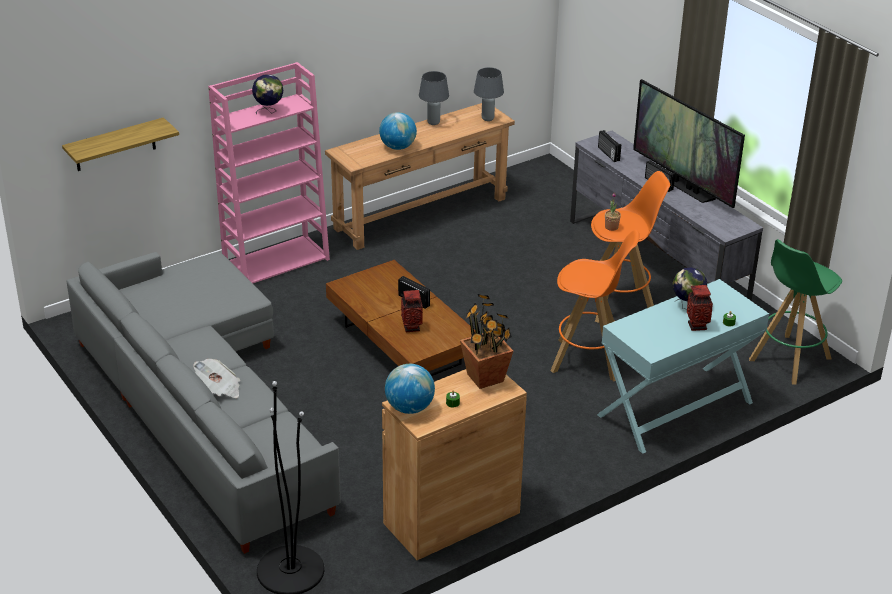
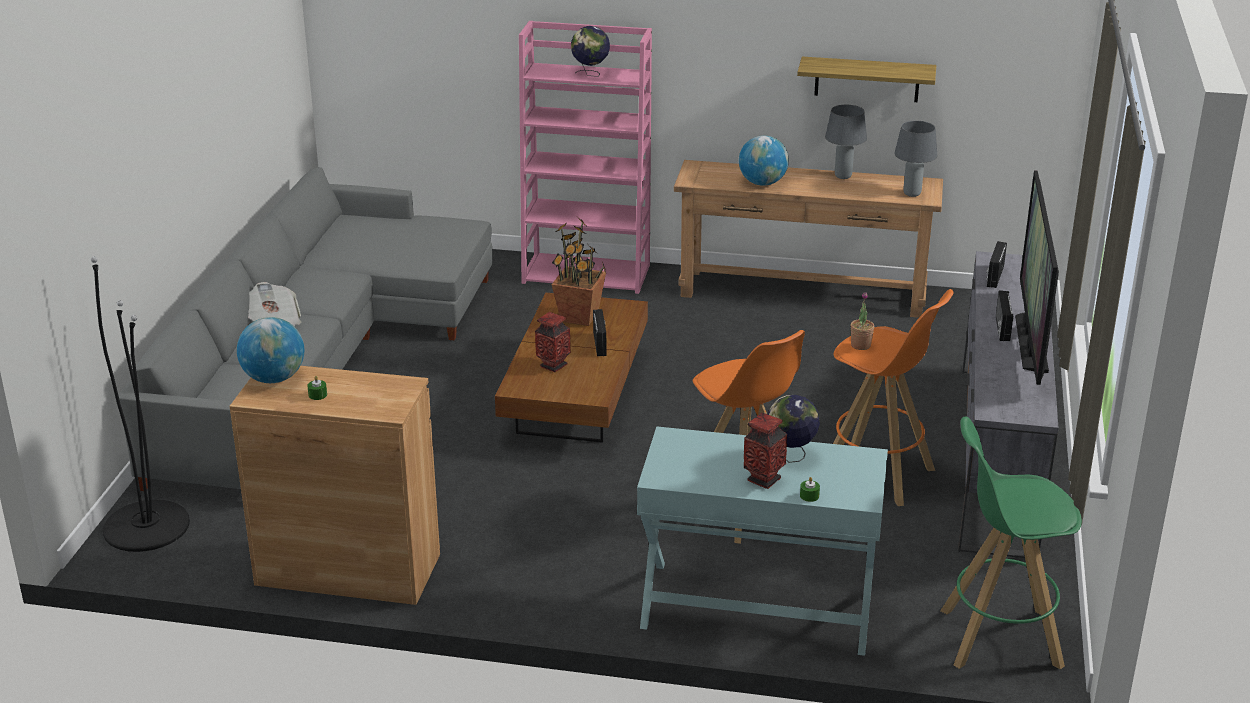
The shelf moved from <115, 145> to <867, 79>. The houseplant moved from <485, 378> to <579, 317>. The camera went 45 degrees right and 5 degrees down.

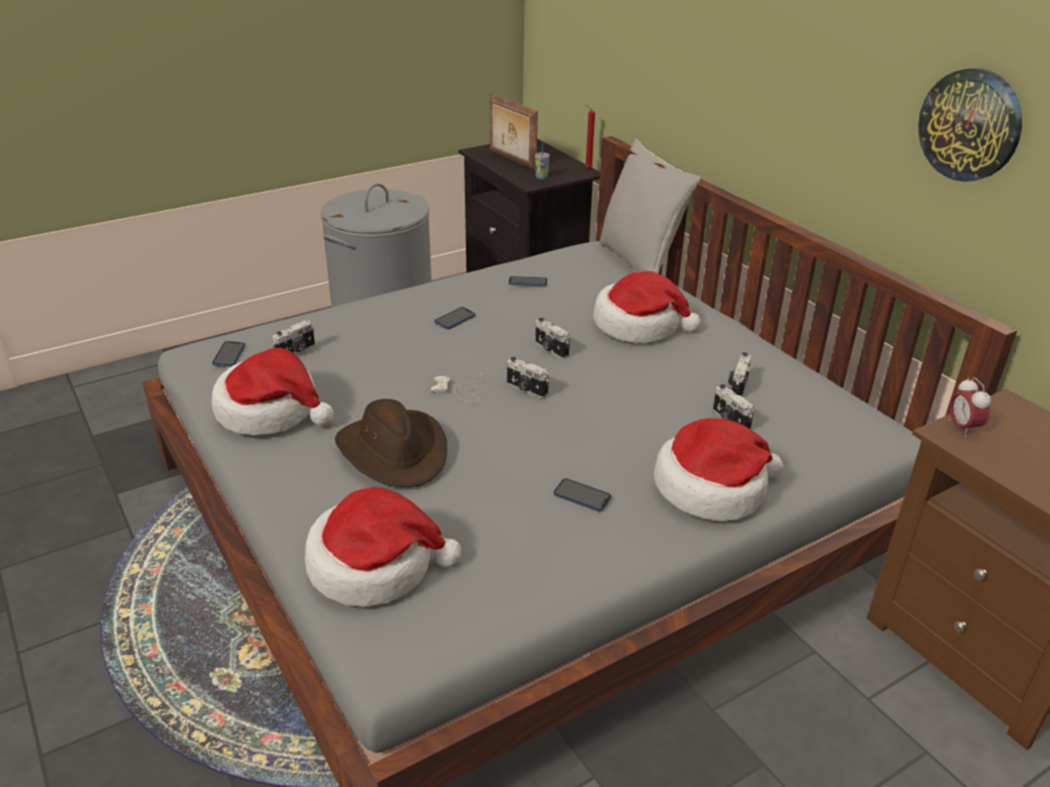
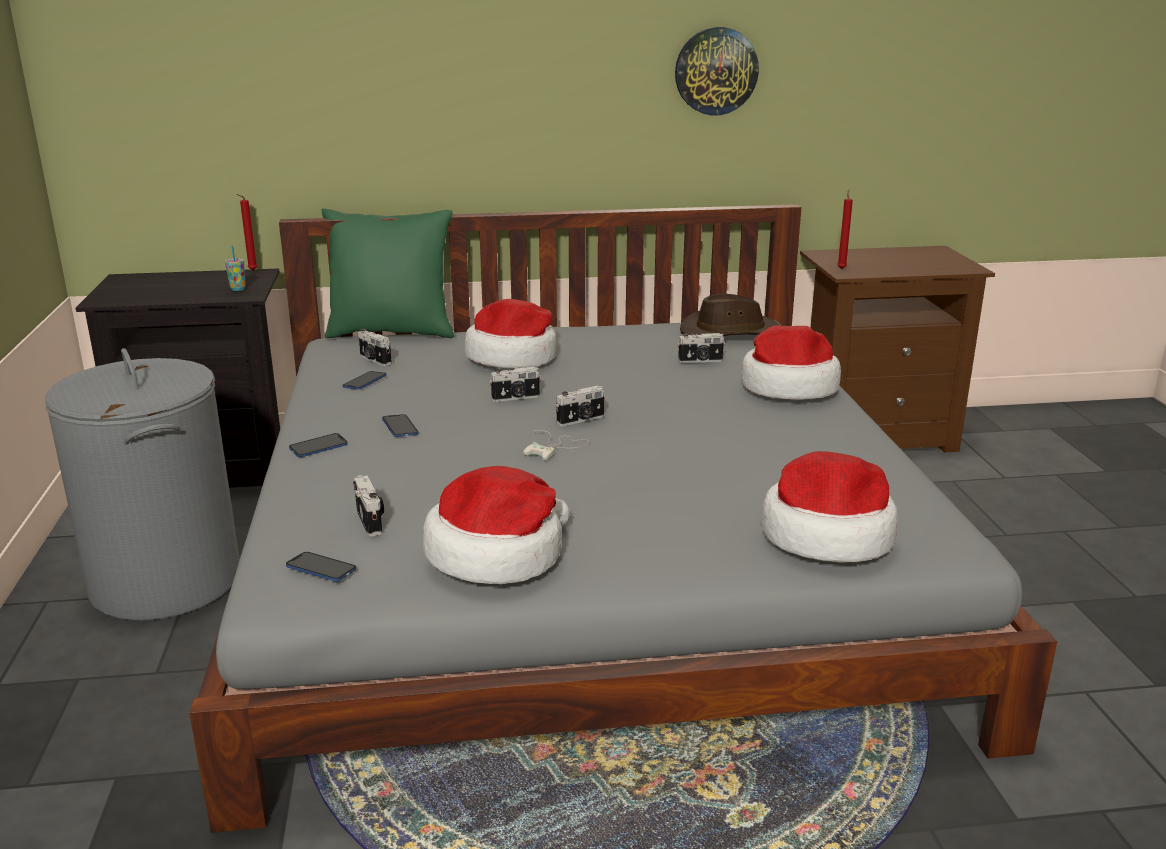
The brown wearable hat moved from <394, 451> to <730, 332>. The standing frame at <511, 160> disappeared. The phone moved from <582, 496> to <318, 447>. The gray throw pillow at <640, 262> became the green-coloured throw pillow at <392, 332>. The photo camera moved from <737, 387> to <374, 360>. The alarm clock at <962, 428> was replaced by the reddish candle at <841, 268>. The camera went 65 degrees left and 10 degrees down.

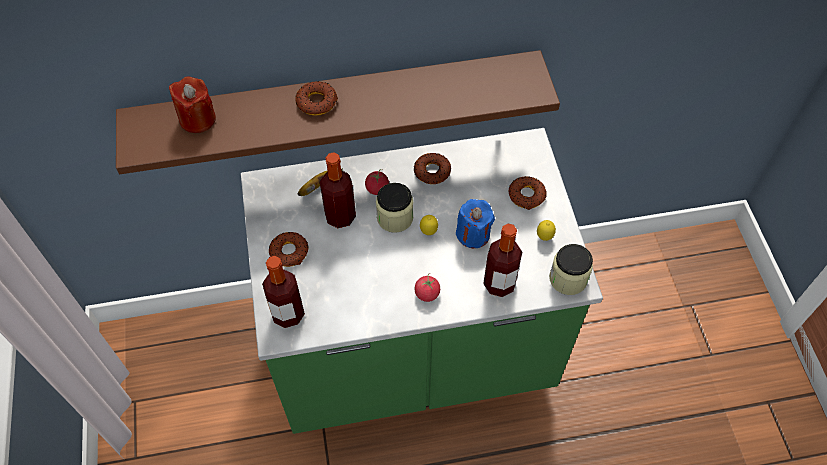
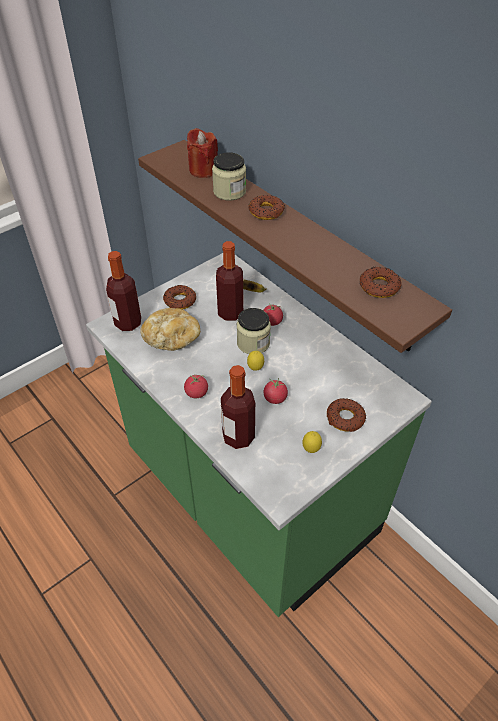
The doughnut moved from <432, 171> to <379, 286>. The blue candle at <473, 234> was replaced by the fresh tomato at <275, 398>. The preserve jar moved from <568, 279> to <229, 192>. The bread at <172, 338> appeared. The camera went 60 degrees right and 10 degrees down.

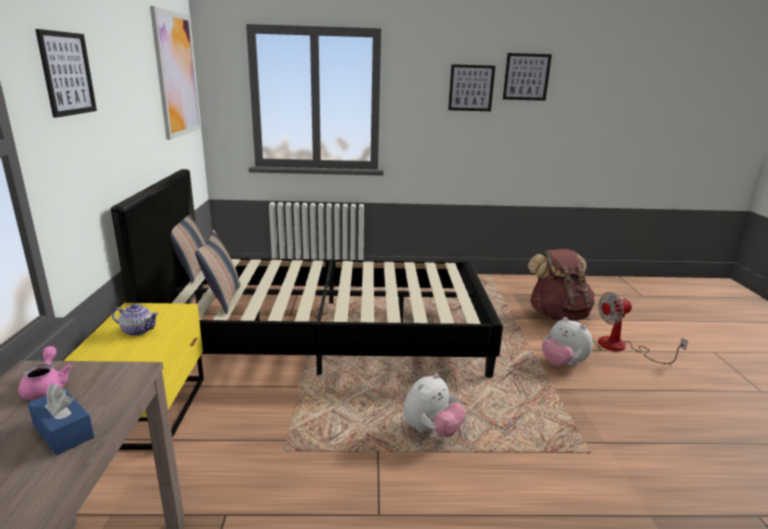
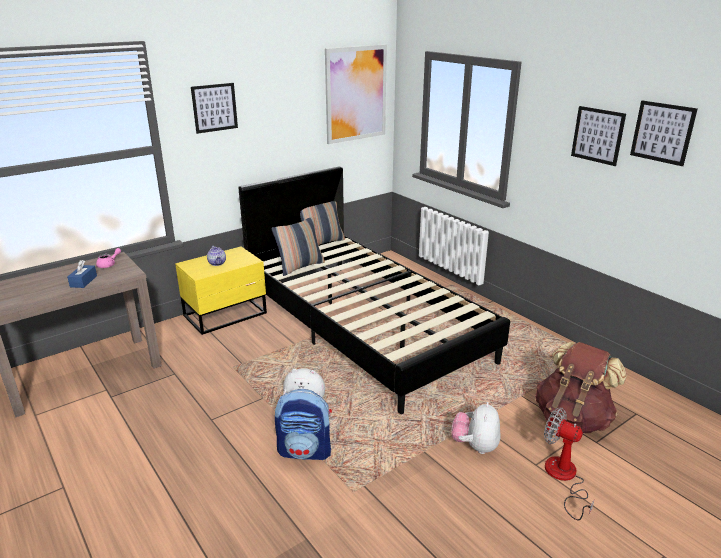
The backpack at <305, 451> appeared. The camera went 55 degrees right and 5 degrees up.

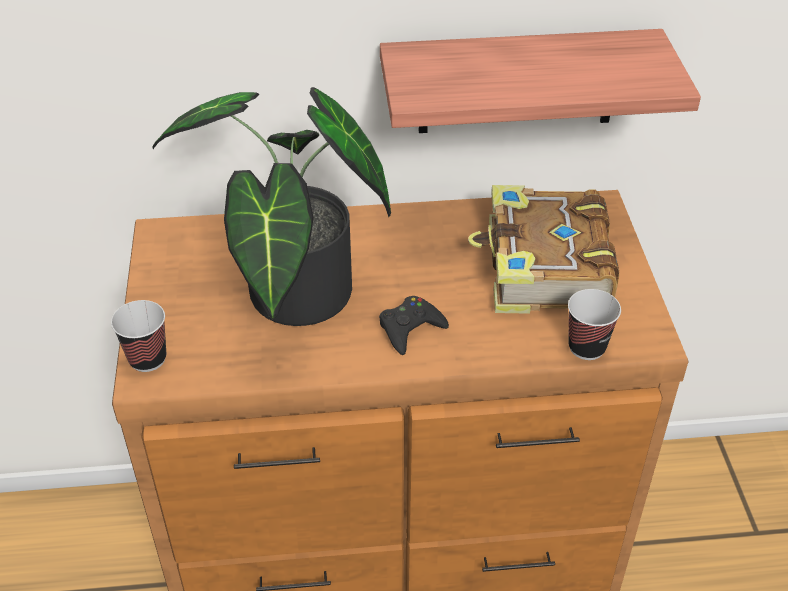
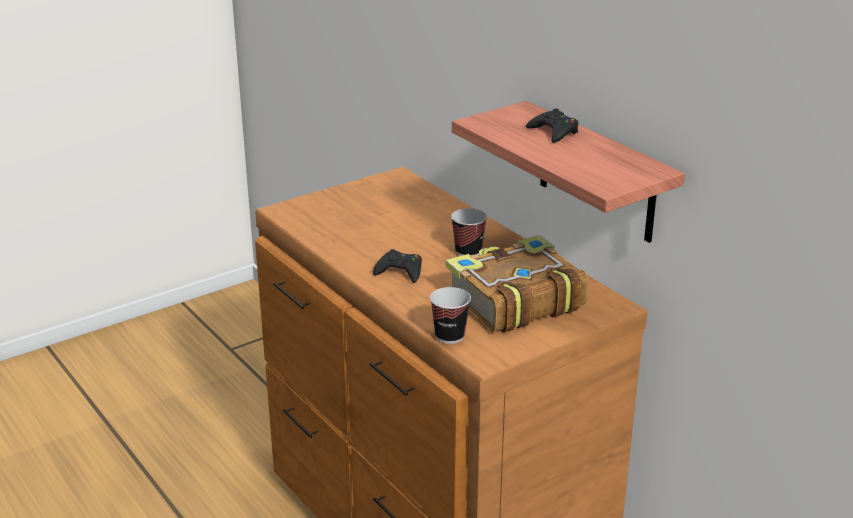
The cup moved from <147, 359> to <468, 251>. The houseplant at <292, 300> disappeared. The blackish game controller at <554, 132> appeared. The camera went 60 degrees right and 15 degrees down.

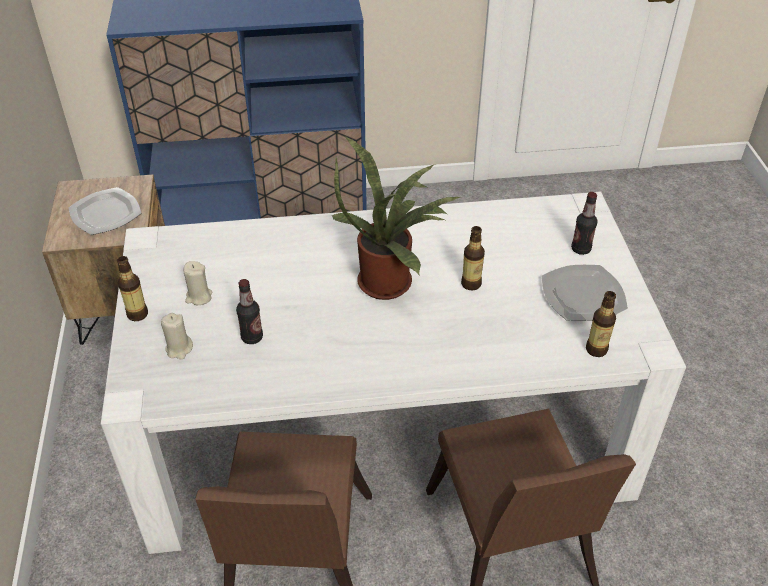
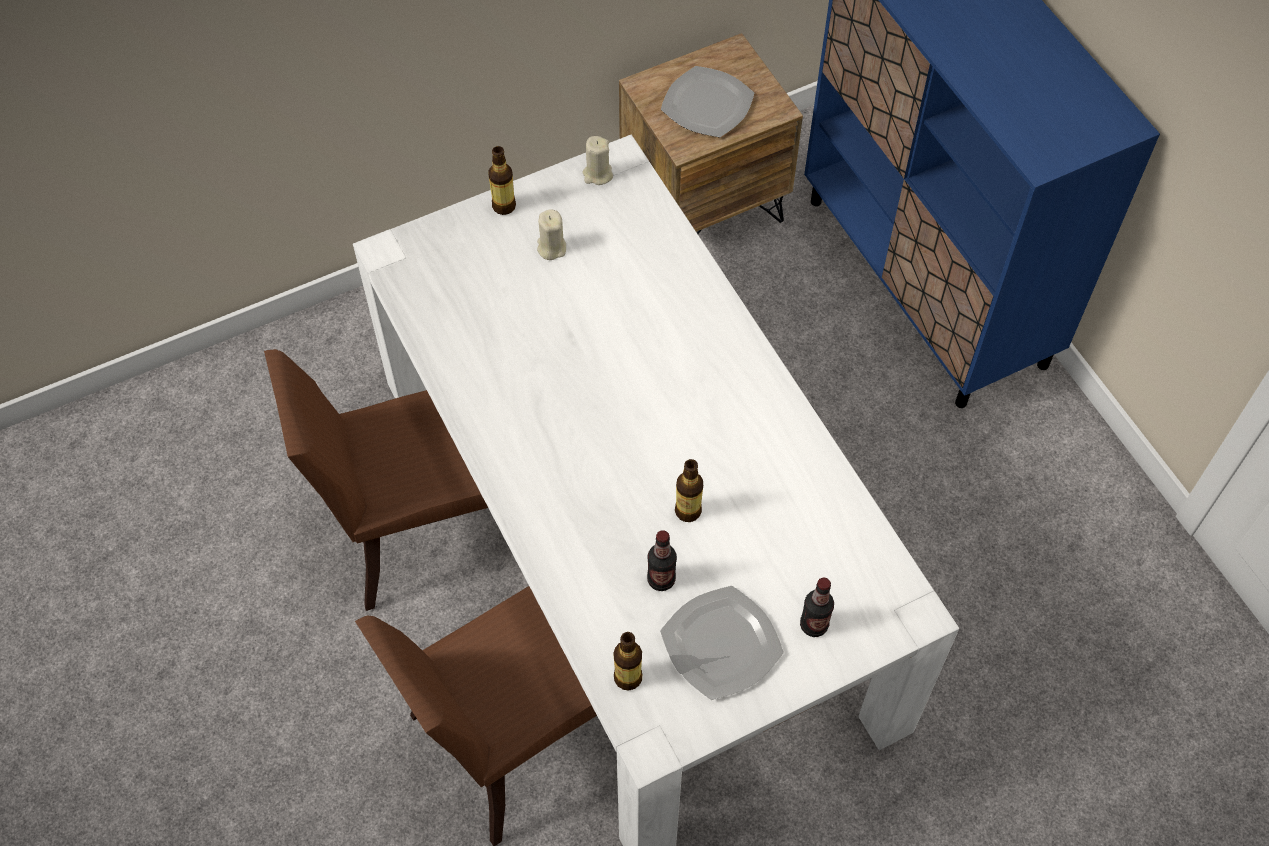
The beige-coloured candle moved from <179, 349> to <597, 174>. The drink bottle moved from <252, 337> to <661, 579>. The houseplant at <390, 281> disappeared. The camera went 70 degrees right and 15 degrees up.

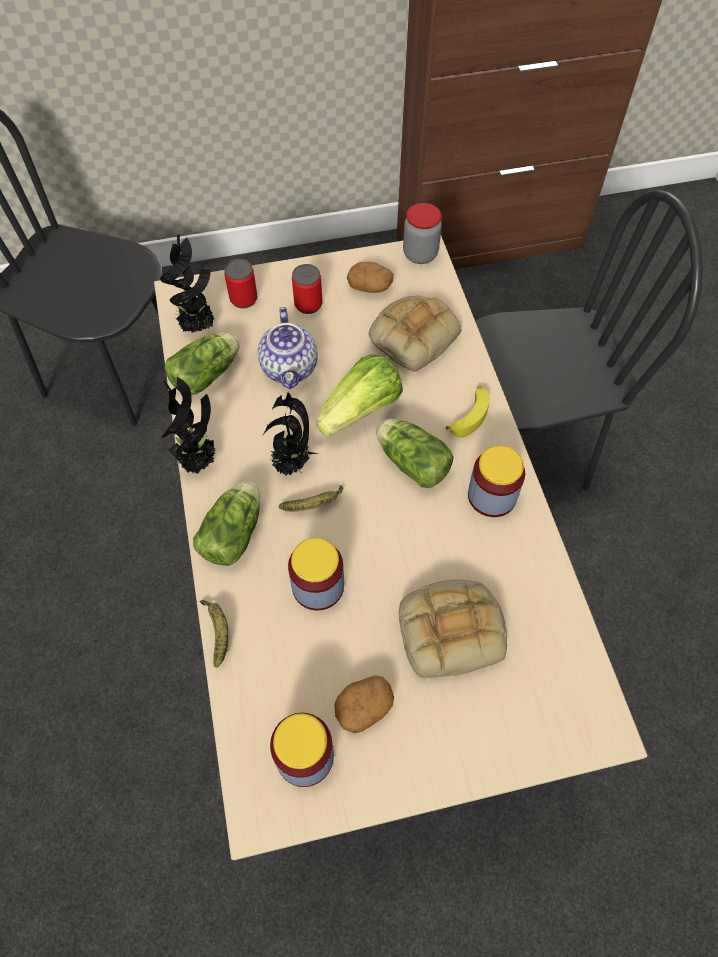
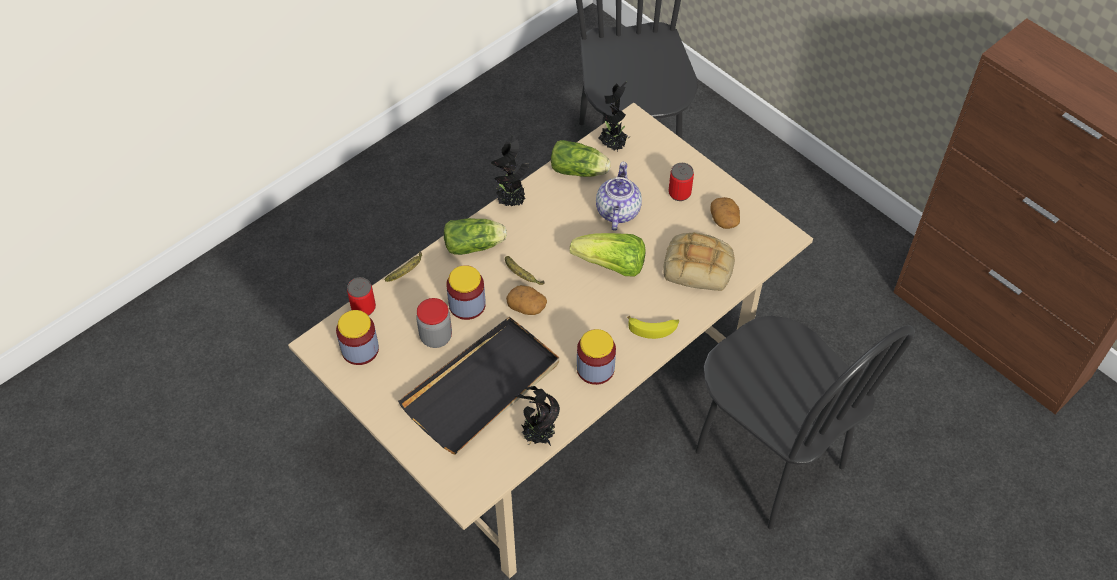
The sealed can moved from <243, 299> to <363, 308>. The tea pot at <290, 368> turned 135 degrees clockwise. The houseplant moved from <291, 465> to <537, 437>. The whole potato moved from <364, 707> to <527, 306>. The lettuce at <410, 461> disappeared. The bread at <452, 629> was replaced by the blackish carrying tray at <482, 387>. The preserve jar moved from <420, 254> to <436, 337>. The camera went 60 degrees right and 5 degrees down.

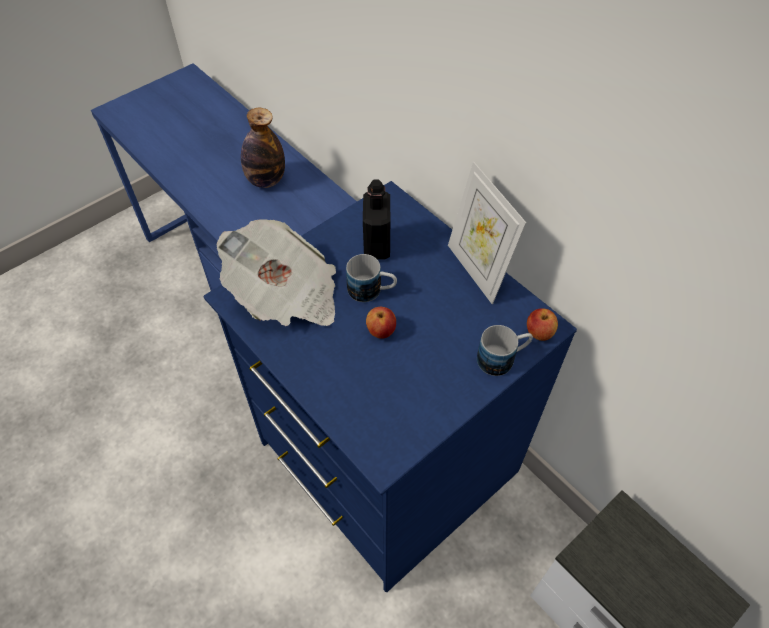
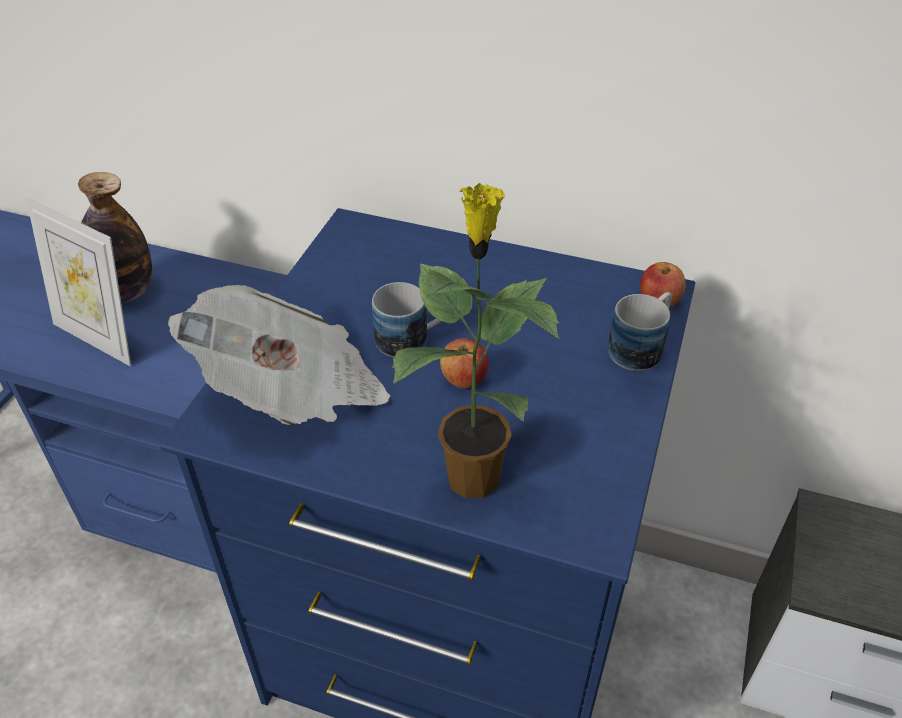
The blackish drink bottle at <377, 246> disappeared. The standing frame moved from <477, 270> to <100, 337>. The houseplant at <473, 474> appeared. The camera went 30 degrees left and 10 degrees down.

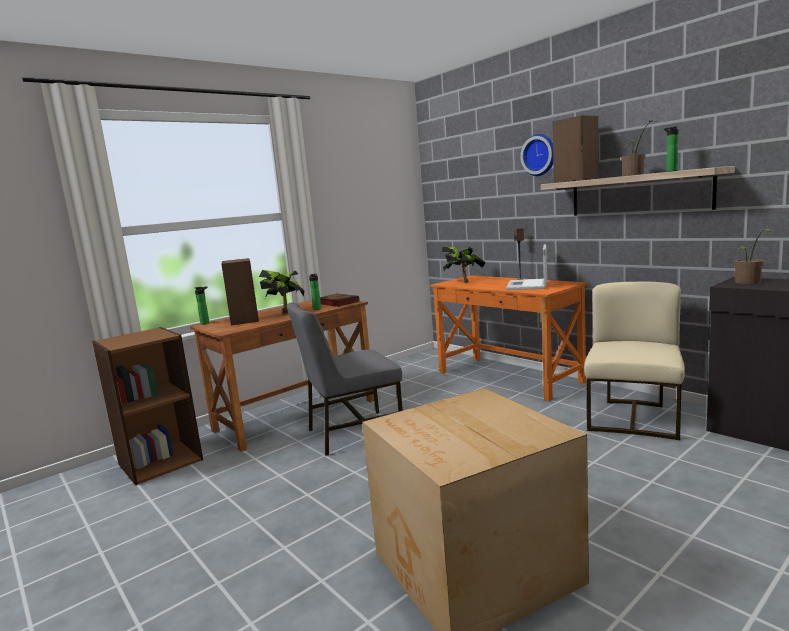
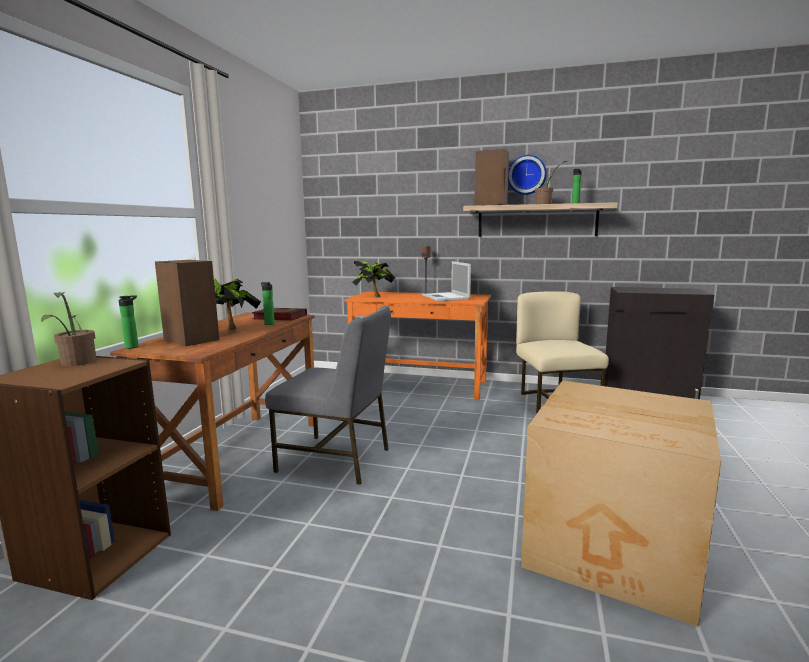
The gray upright chair at <352, 433> turned 105 degrees counterclockwise. The wall clock moved from <540, 155> to <526, 175>. The houseplant moved from <748, 282> to <76, 363>. The camera went 35 degrees left and 0 degrees up.

